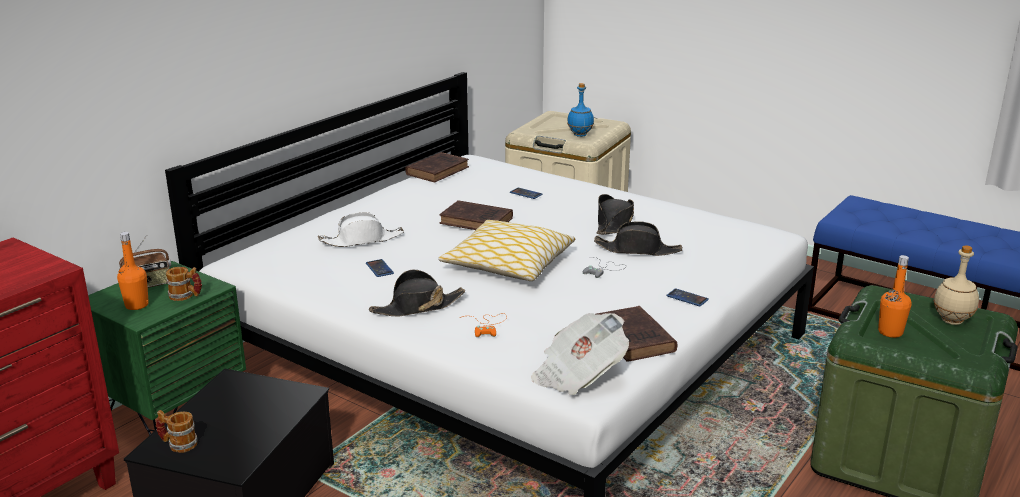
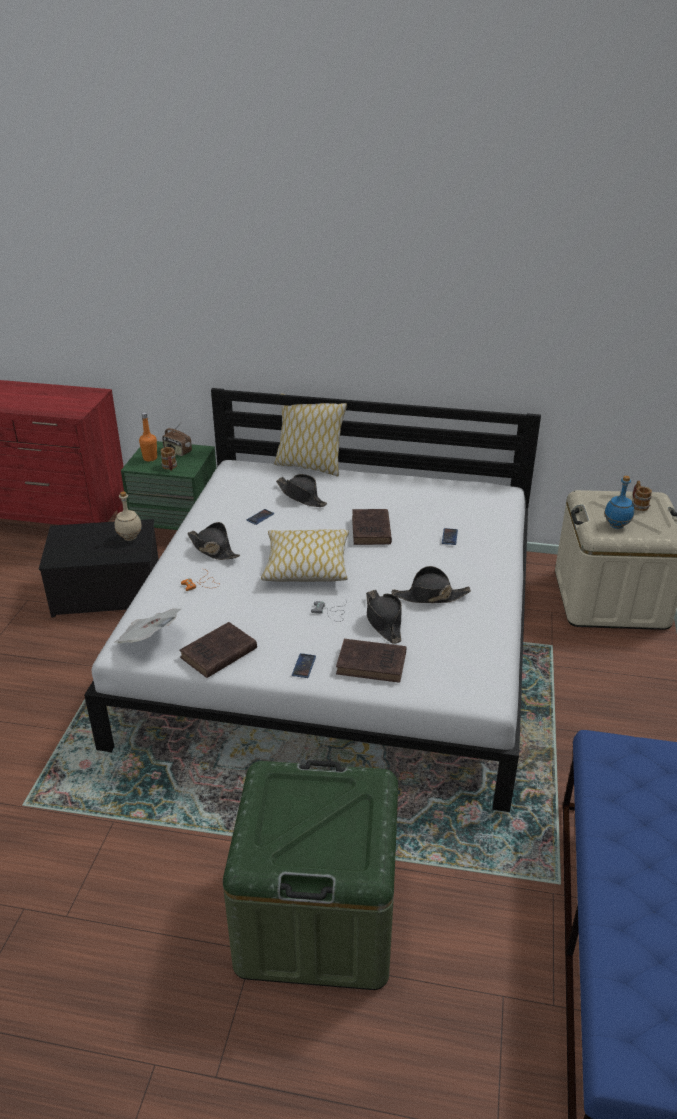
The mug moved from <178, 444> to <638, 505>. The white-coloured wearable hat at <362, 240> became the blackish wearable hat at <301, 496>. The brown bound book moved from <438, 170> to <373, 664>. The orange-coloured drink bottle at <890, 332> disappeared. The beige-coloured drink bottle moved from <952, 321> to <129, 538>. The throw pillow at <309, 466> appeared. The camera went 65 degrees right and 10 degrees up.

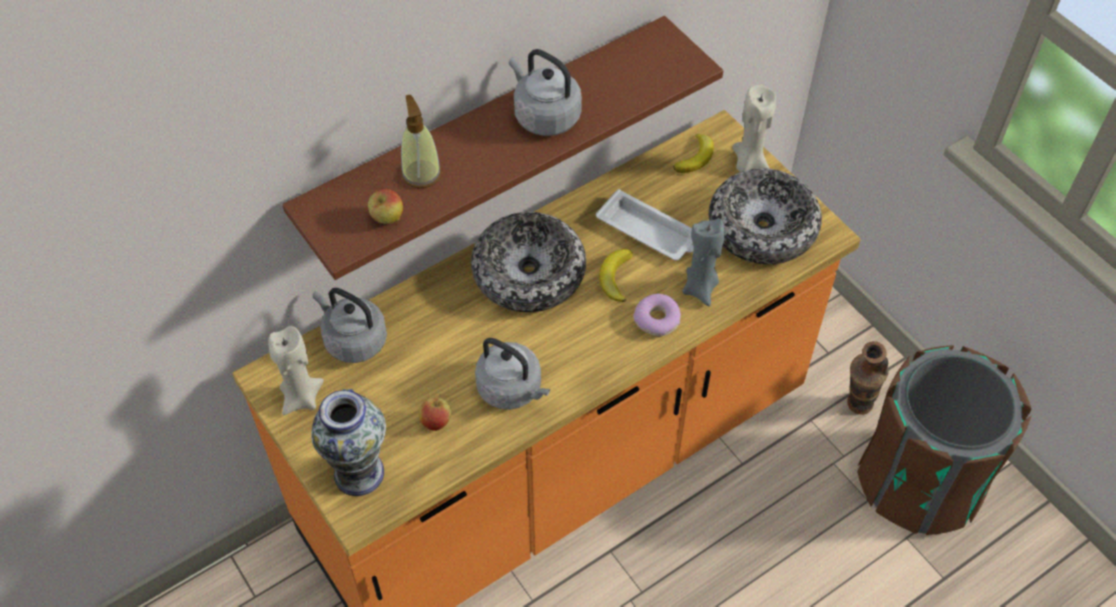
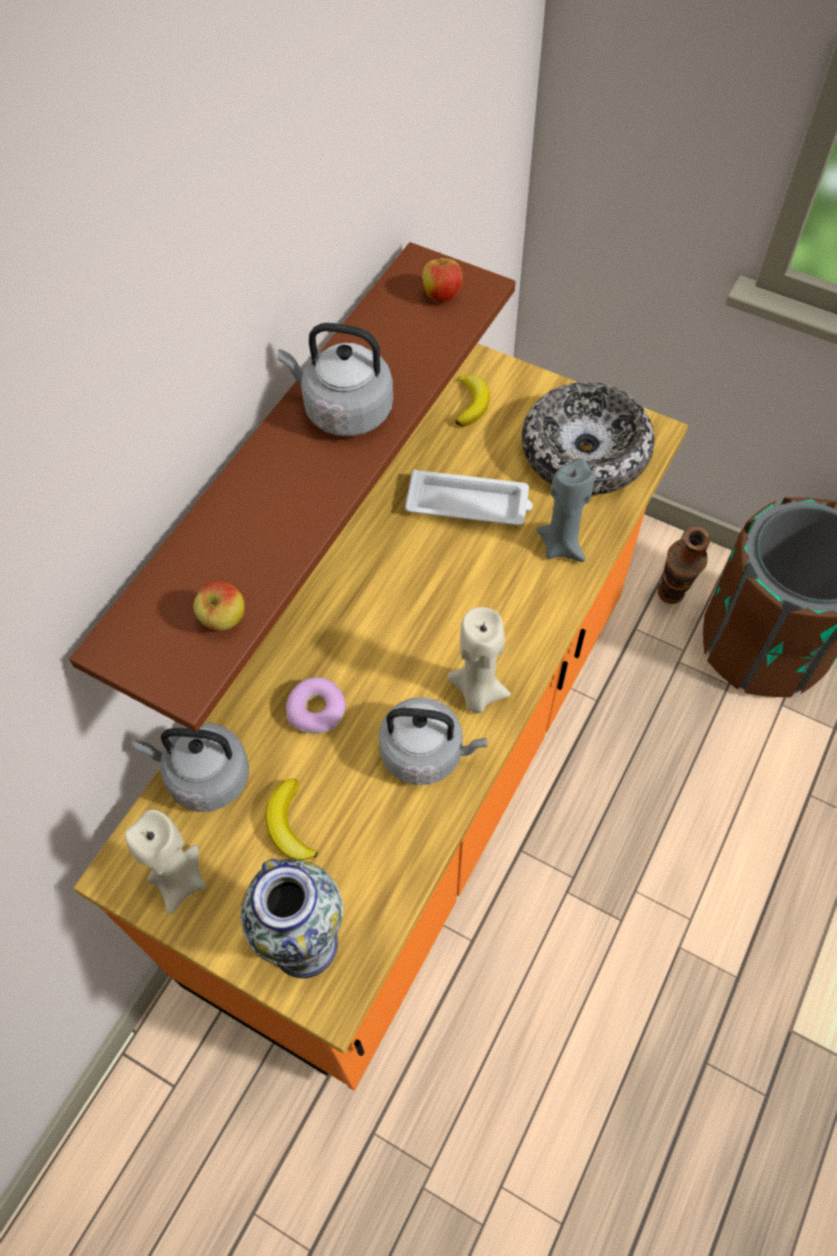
The liquid soap bottle at <421, 173> disappeared. The apple moved from <436, 422> to <442, 295>. The deep dish at <529, 273> disappeared. The whole banana moved from <615, 277> to <290, 824>. The doughnut moved from <657, 320> to <317, 710>. The beige-coloured candle moved from <748, 163> to <477, 692>. The camera went 25 degrees left and 5 degrees up.

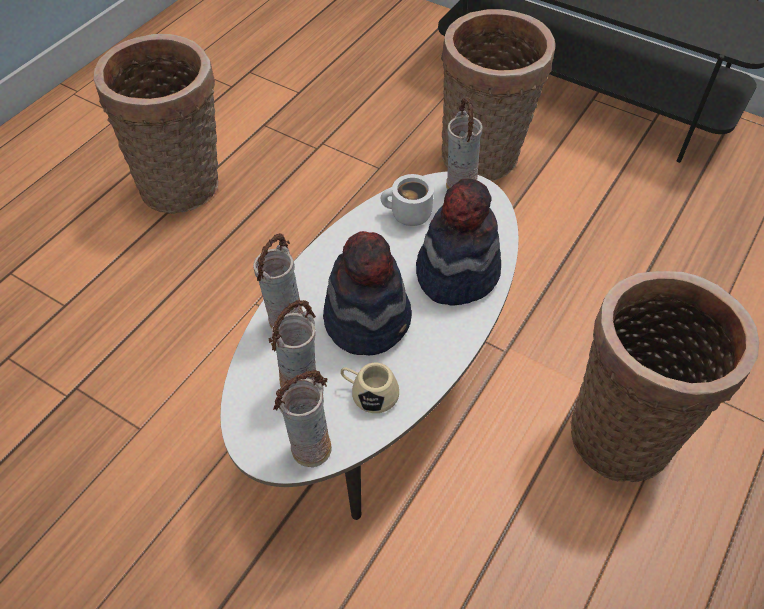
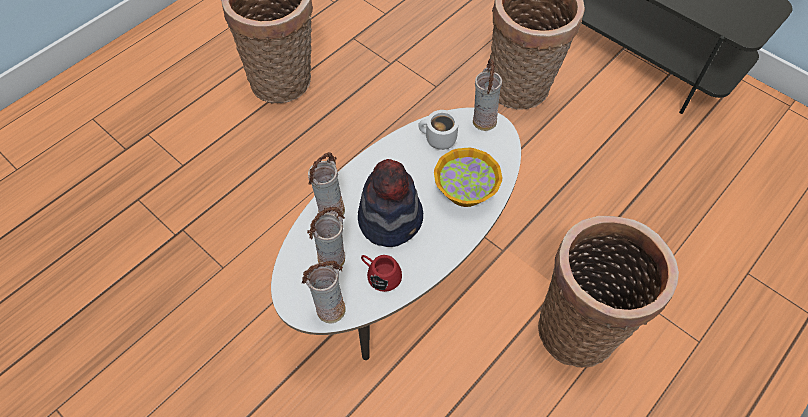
The beige-coloured mug at <369, 392> became the reddish mug at <380, 275>. The wearable hat at <456, 272> was replaced by the deep dish at <465, 191>. The camera went 10 degrees right and 5 degrees up.

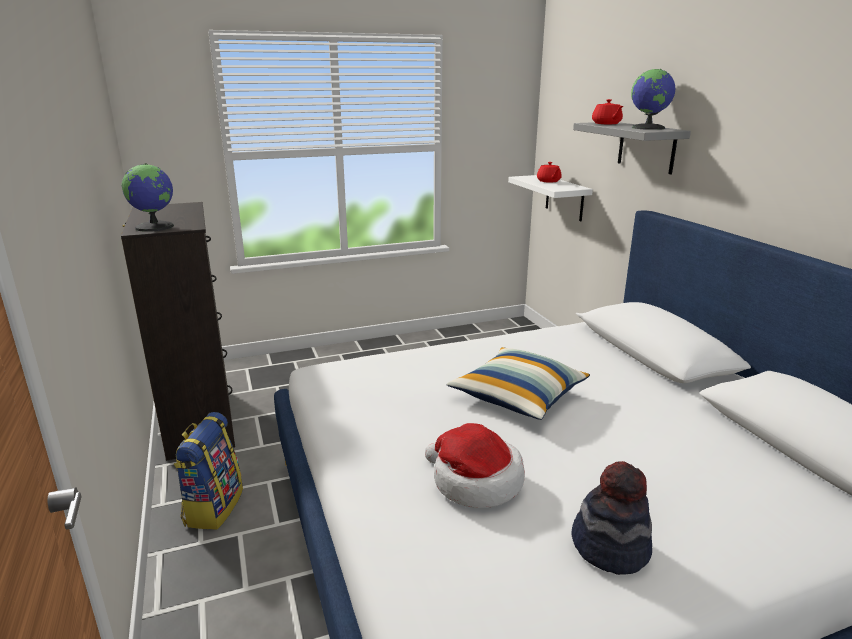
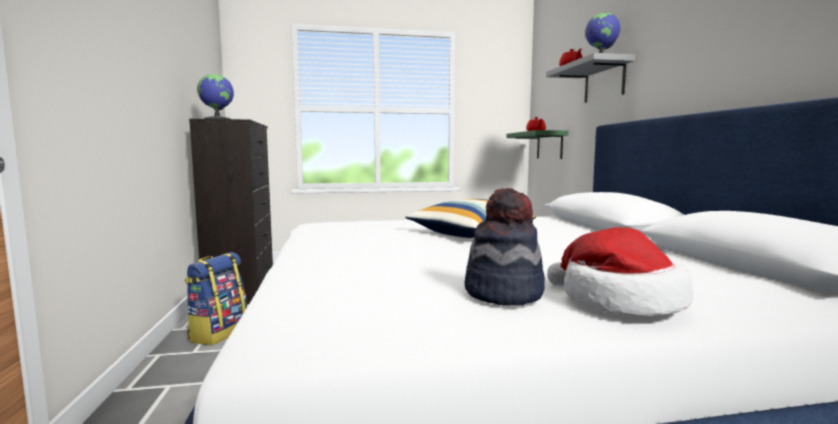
The wearable hat moved from <475, 481> to <618, 301>. The white-coloured shelf at <564, 198> became the green-coloured shelf at <549, 145>. The camera went 10 degrees right and 15 degrees down.

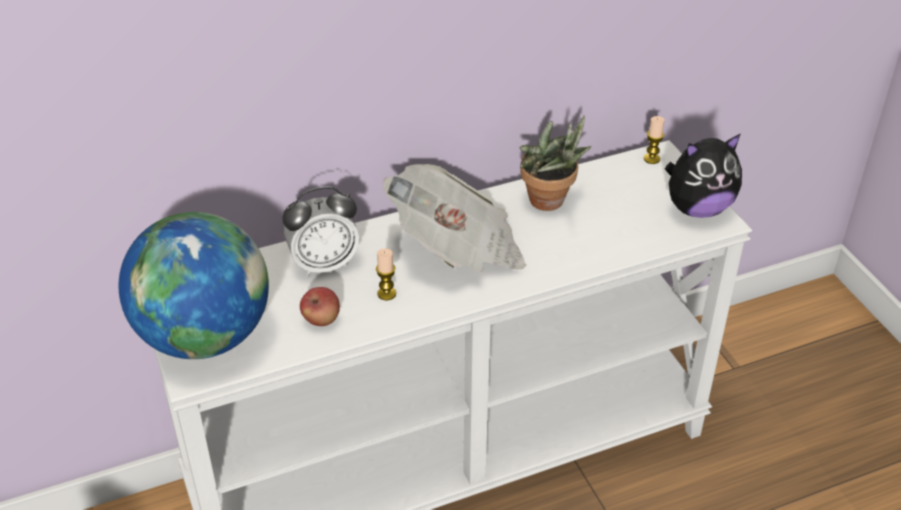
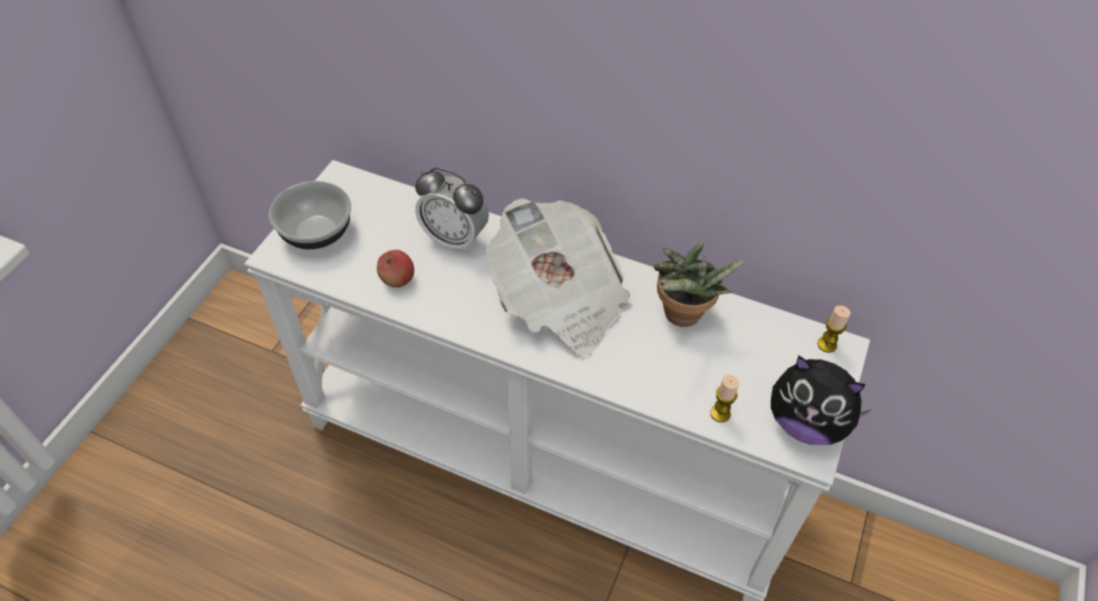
The globe at <205, 336> was replaced by the deep dish at <317, 233>. The candle moved from <386, 294> to <720, 413>. The camera went 45 degrees right and 10 degrees up.

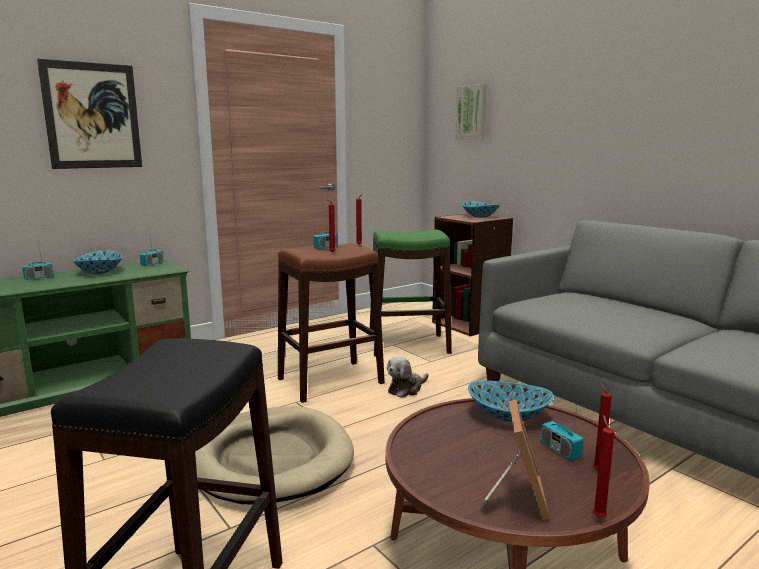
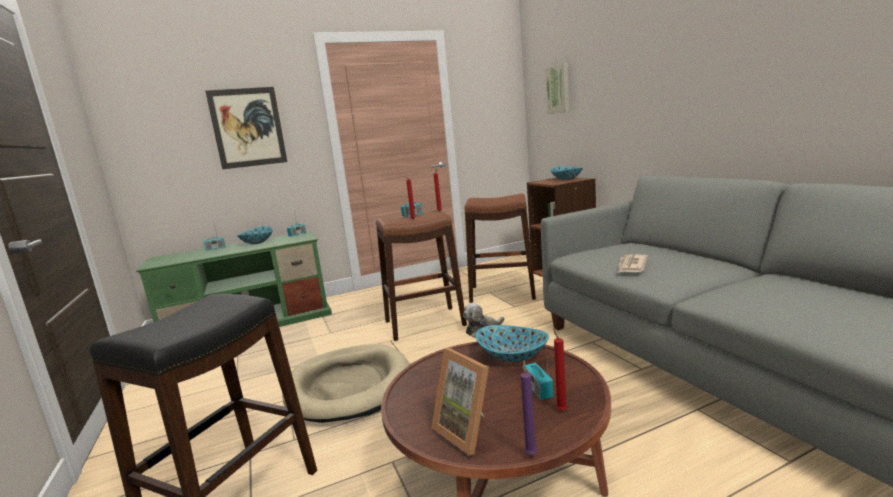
The green-coloured stool seat at <409, 345> became the brown stool seat at <502, 293>. The standing frame at <516, 497> turned 120 degrees clockwise. The reddish candle at <598, 516> became the purple candle at <531, 453>. The daily paper at <631, 266> appeared. The camera went 15 degrees right and 0 degrees up.

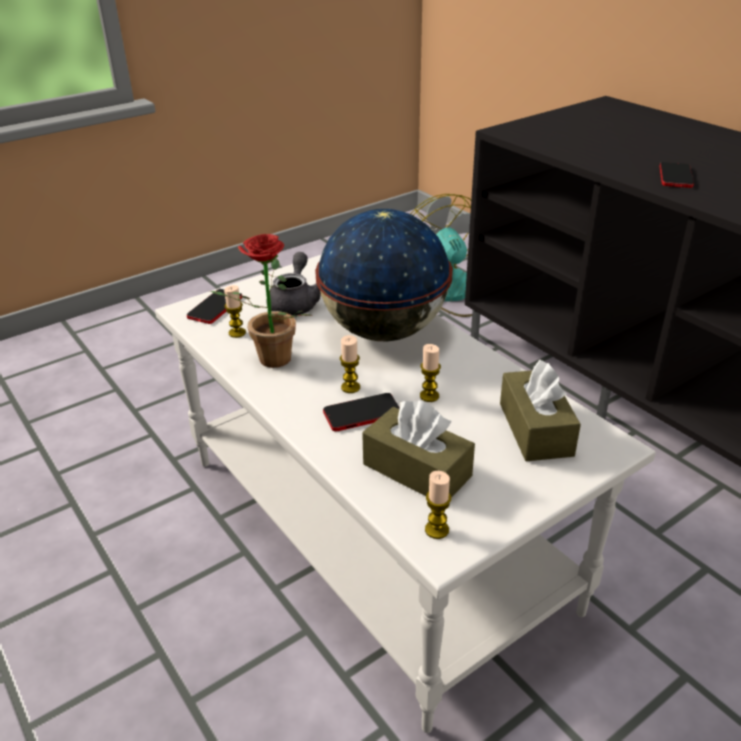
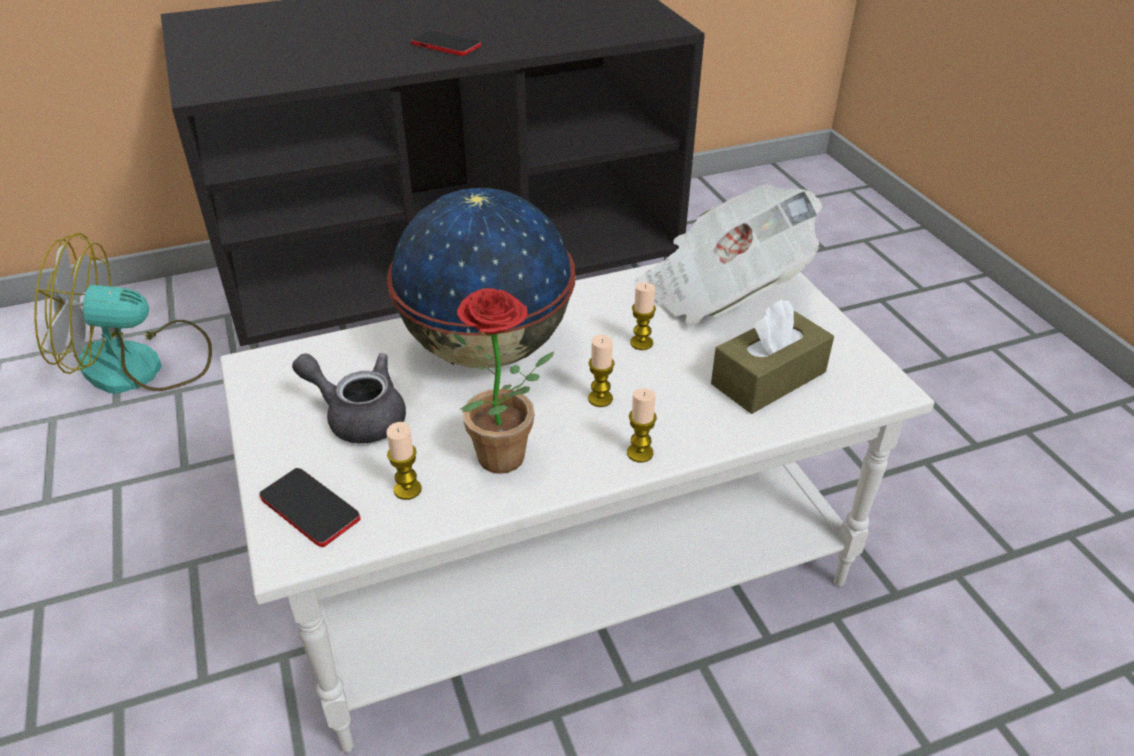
The phone at <362, 413> disappeared. The candle moved from <437, 530> to <640, 453>. The brown tissue box at <535, 429> was replaced by the daily paper at <721, 290>. The camera went 75 degrees left and 5 degrees up.

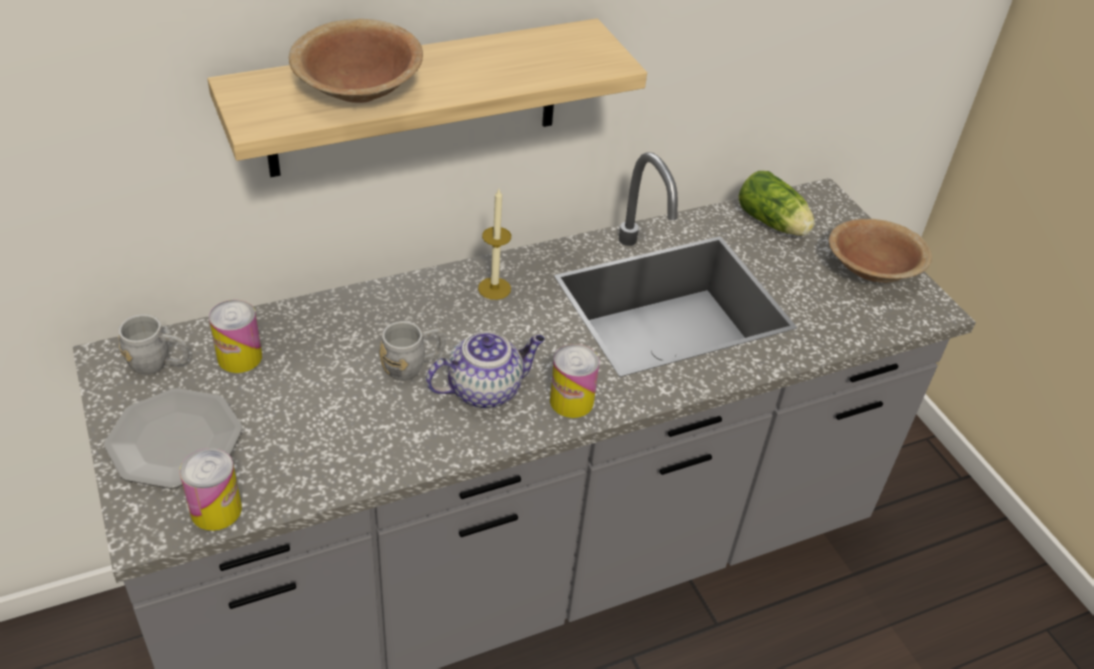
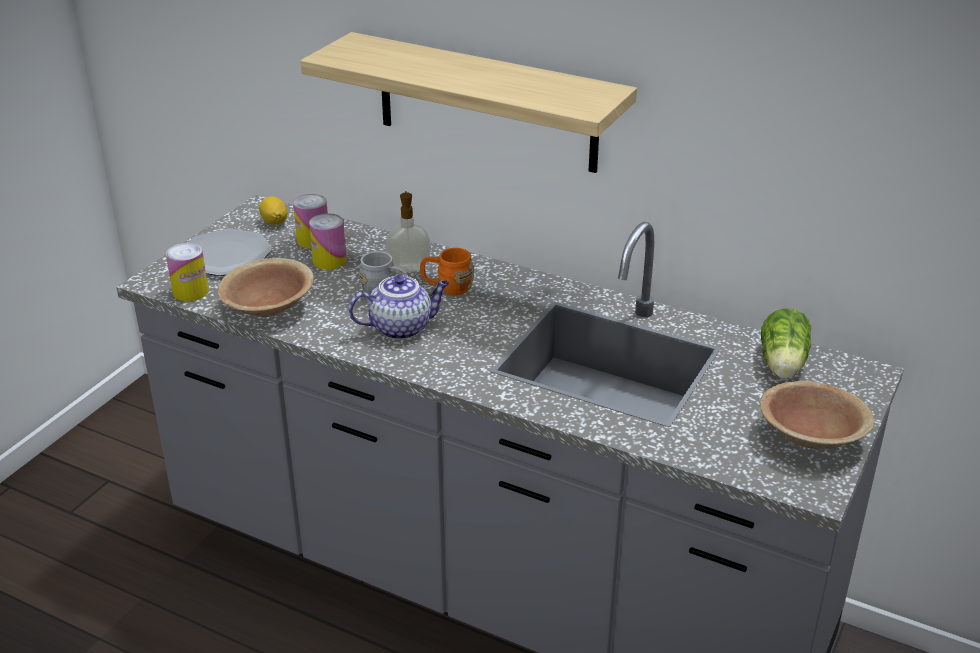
The gray mug at <159, 364> was replaced by the whole lemon at <274, 222>. The brown deep dish moved from <358, 89> to <268, 307>. The tea pot at <486, 389> turned 45 degrees counterclockwise. The candle at <494, 288> disappeared. The sealed can moved from <571, 401> to <329, 261>. The liquid soap bottle at <409, 268> appeared. The orange-coloured mug at <447, 288> appeared. The camera went 55 degrees right and 10 degrees down.

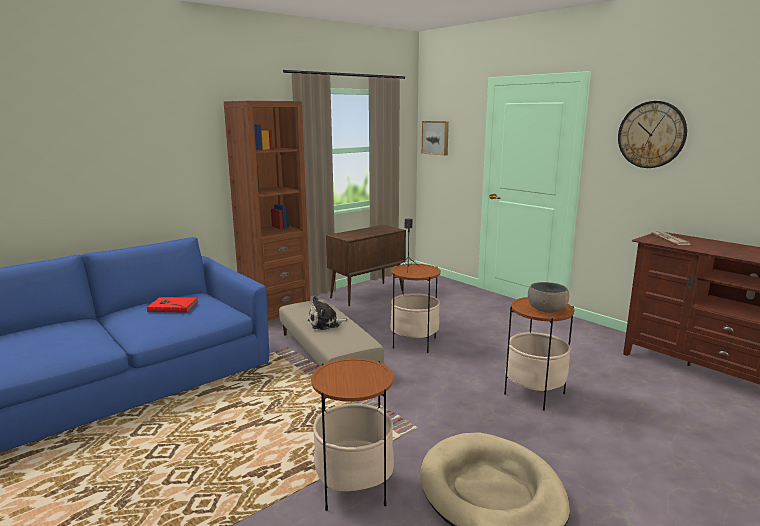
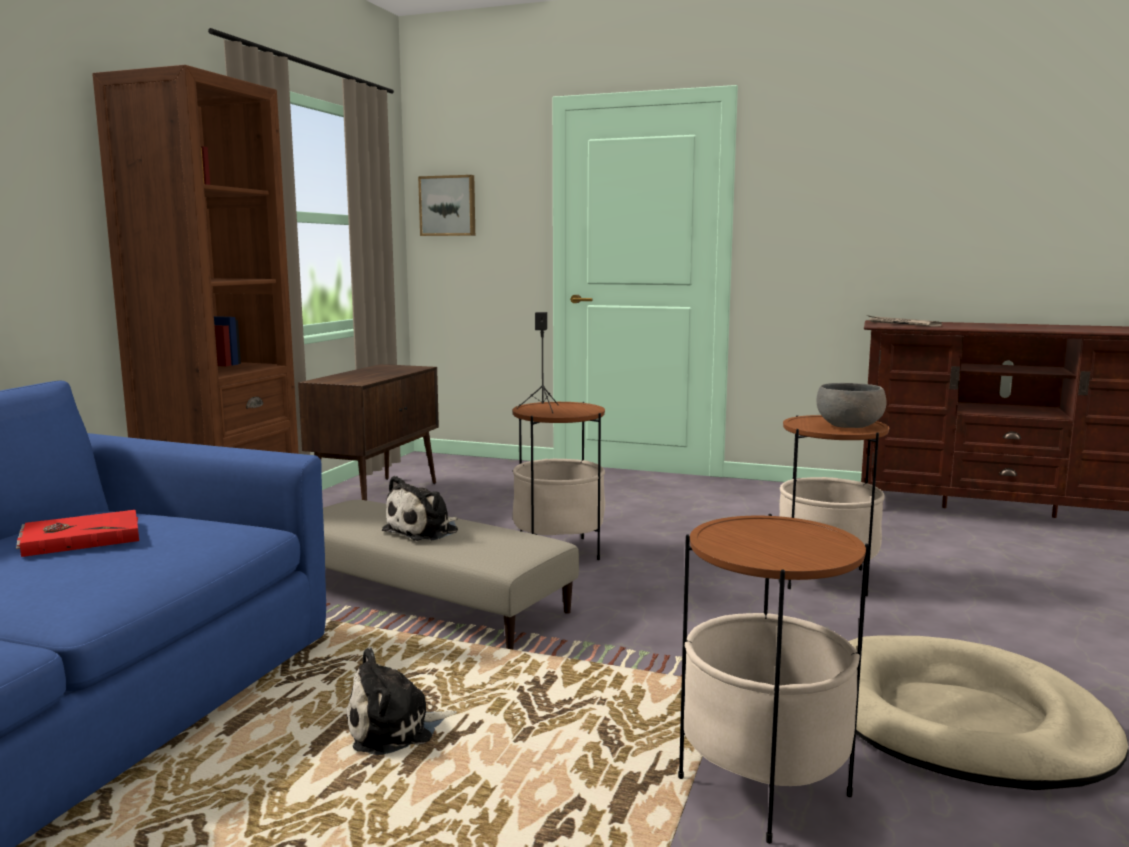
The wall clock at <651, 134> disappeared. The cuddly toy at <395, 729> appeared. The camera went 30 degrees left and 5 degrees down.

